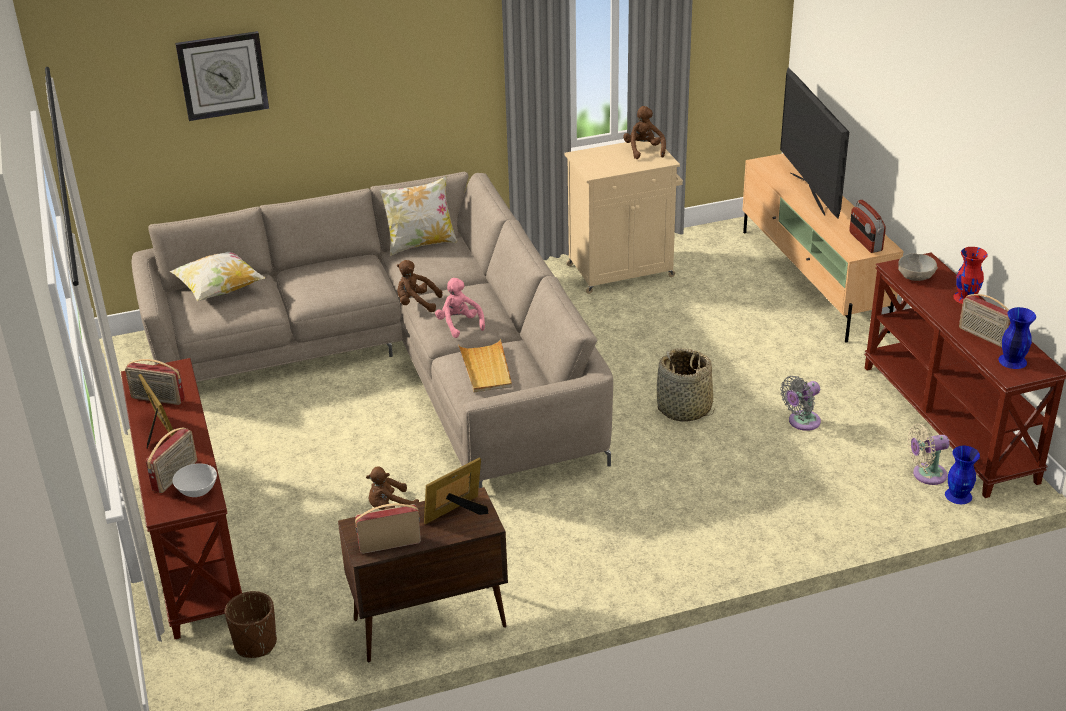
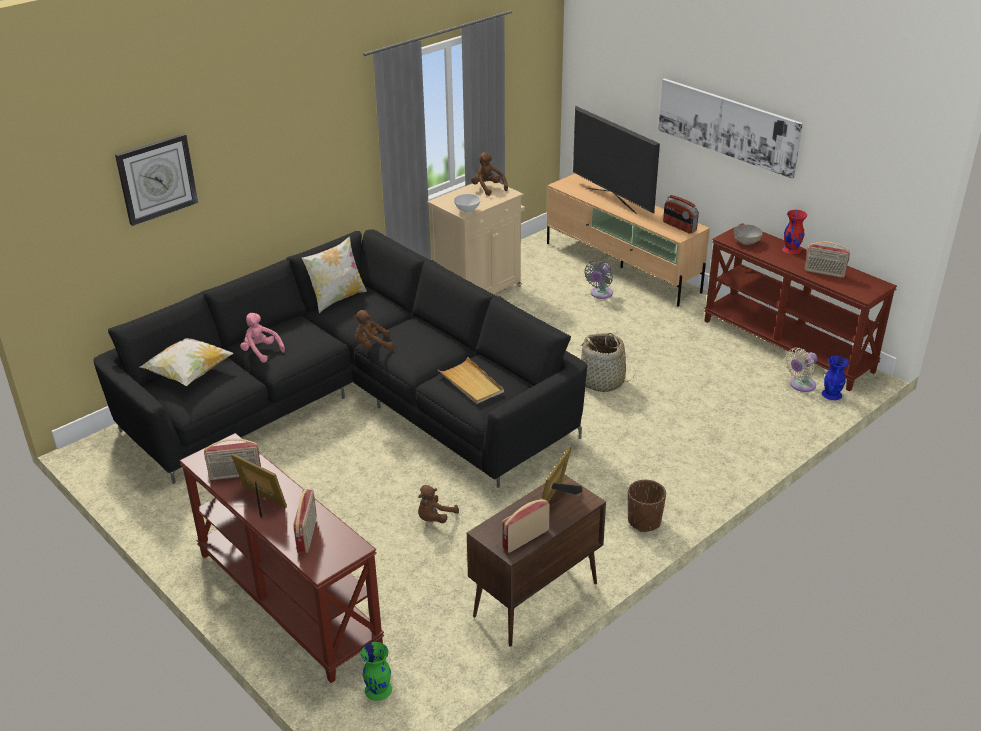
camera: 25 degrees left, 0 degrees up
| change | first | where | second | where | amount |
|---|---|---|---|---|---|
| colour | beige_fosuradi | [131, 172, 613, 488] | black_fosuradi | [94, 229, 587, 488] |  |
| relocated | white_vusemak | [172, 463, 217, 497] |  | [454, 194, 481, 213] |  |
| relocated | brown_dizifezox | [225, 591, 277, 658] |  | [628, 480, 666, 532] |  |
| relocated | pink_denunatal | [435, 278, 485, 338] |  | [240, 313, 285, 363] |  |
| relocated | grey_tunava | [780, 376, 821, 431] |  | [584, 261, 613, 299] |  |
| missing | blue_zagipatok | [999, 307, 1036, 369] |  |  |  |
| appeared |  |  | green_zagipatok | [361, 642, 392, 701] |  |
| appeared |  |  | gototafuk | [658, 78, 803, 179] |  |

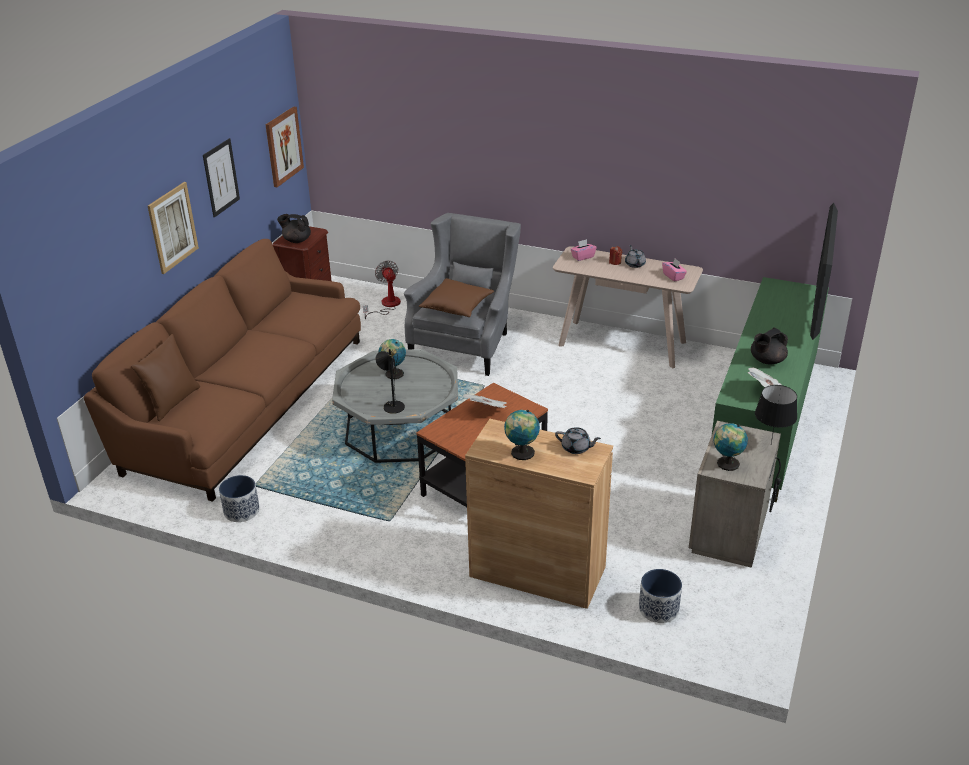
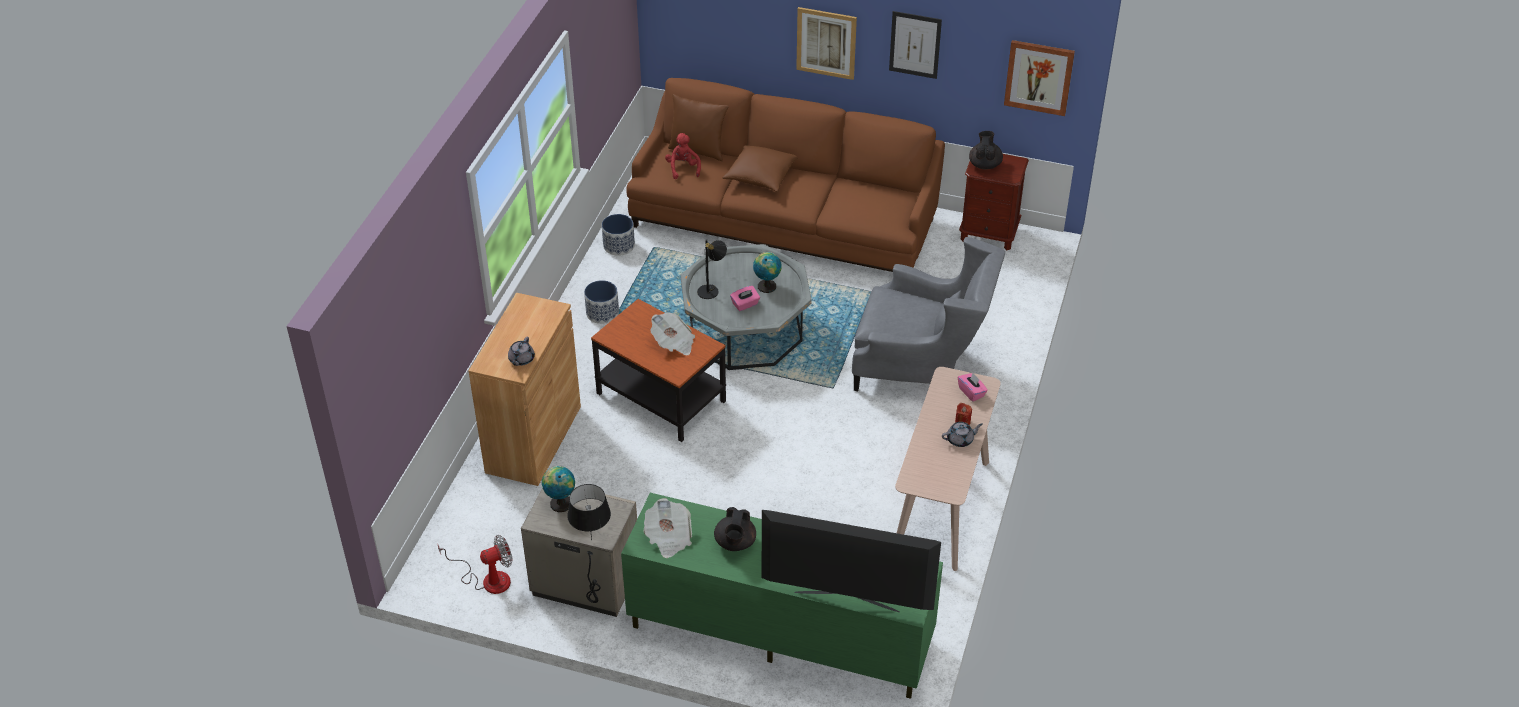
camera: 85 degrees right, 10 degrees up
| change | first | where | second | where | amount |
|---|---|---|---|---|---|
| relocated | tunava | [363, 260, 401, 319] |  | [437, 535, 513, 594] |  |
| relocated | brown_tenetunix | [419, 278, 494, 317] |  | [723, 145, 797, 192] |  |
| missing | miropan | [504, 410, 540, 460] |  |  |  |
| relocated | dizifezox | [639, 569, 682, 623] |  | [584, 280, 619, 324] |  |
| relocated | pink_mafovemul | [662, 259, 687, 282] |  | [730, 286, 760, 311] |  |
| spun | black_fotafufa | [751, 327, 788, 364] |  | [714, 507, 756, 551] | 135 degrees counterclockwise |
| appeared |  |  | red_denunatal | [665, 133, 701, 179] |  |

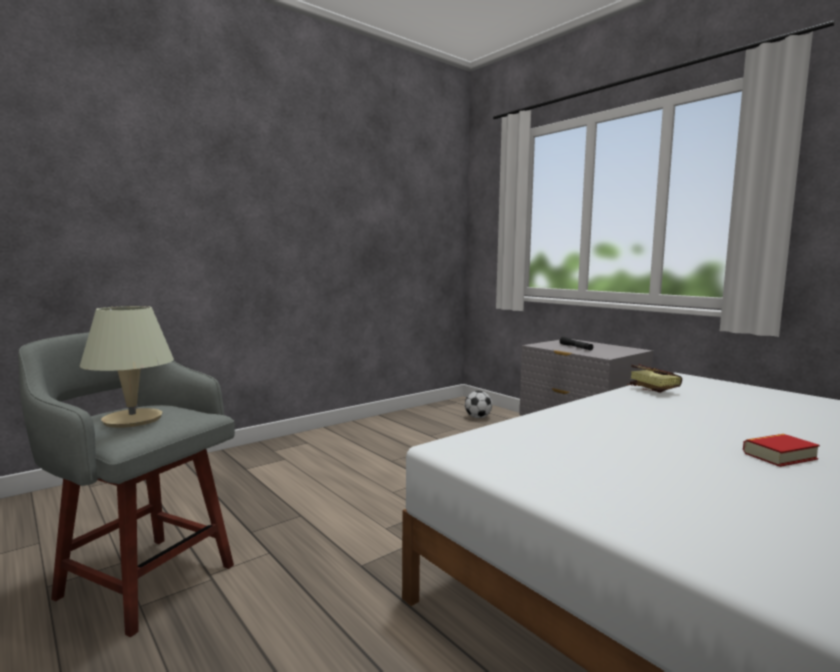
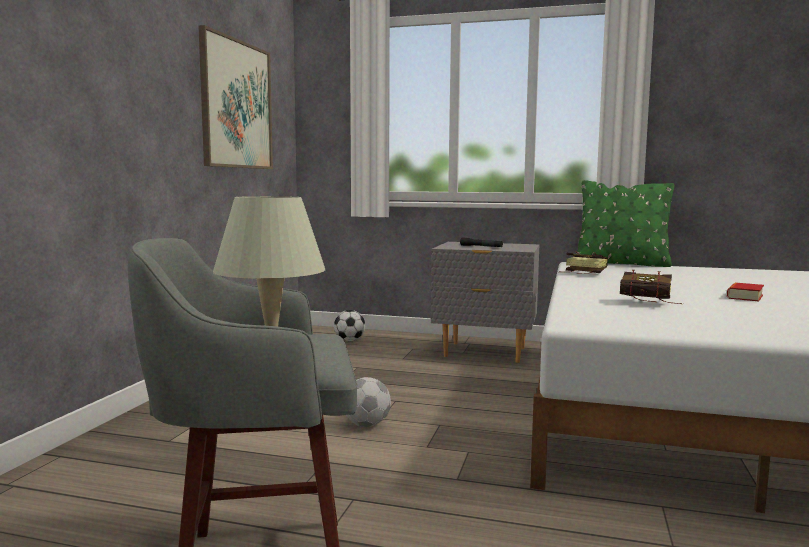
camera: 35 degrees left, 0 degrees up
| change | first | where | second | where | amount |
|---|---|---|---|---|---|
| appeared |  |  | gototafuk | [199, 25, 273, 169] |  |
| appeared |  |  | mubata | [346, 377, 391, 427] |  |
| appeared |  |  | green_tenetunix | [577, 180, 675, 267] |  |
| appeared |  |  | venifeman | [620, 270, 683, 304] |  |

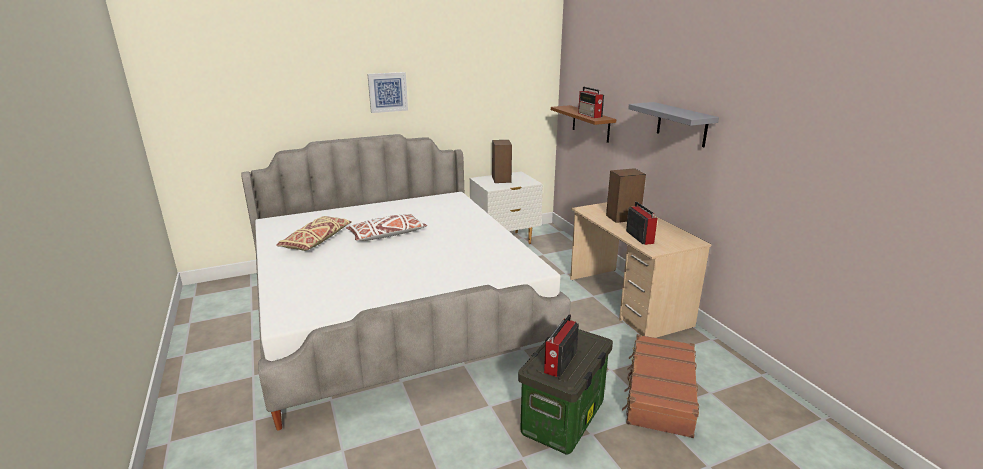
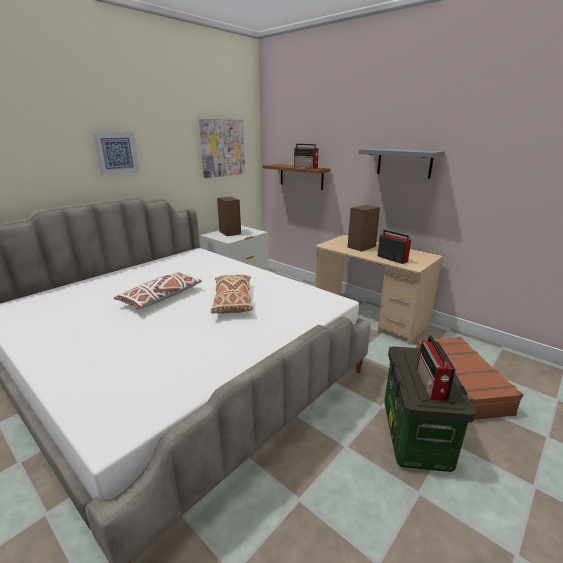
camera: 25 degrees left, 0 degrees up
| change | first | where | second | where | amount |
|---|---|---|---|---|---|
| relocated | beige_tenetunix | [276, 216, 352, 251] |  | [211, 275, 253, 314] |  |
| appeared |  |  | gototafuk | [199, 119, 246, 178] |  |

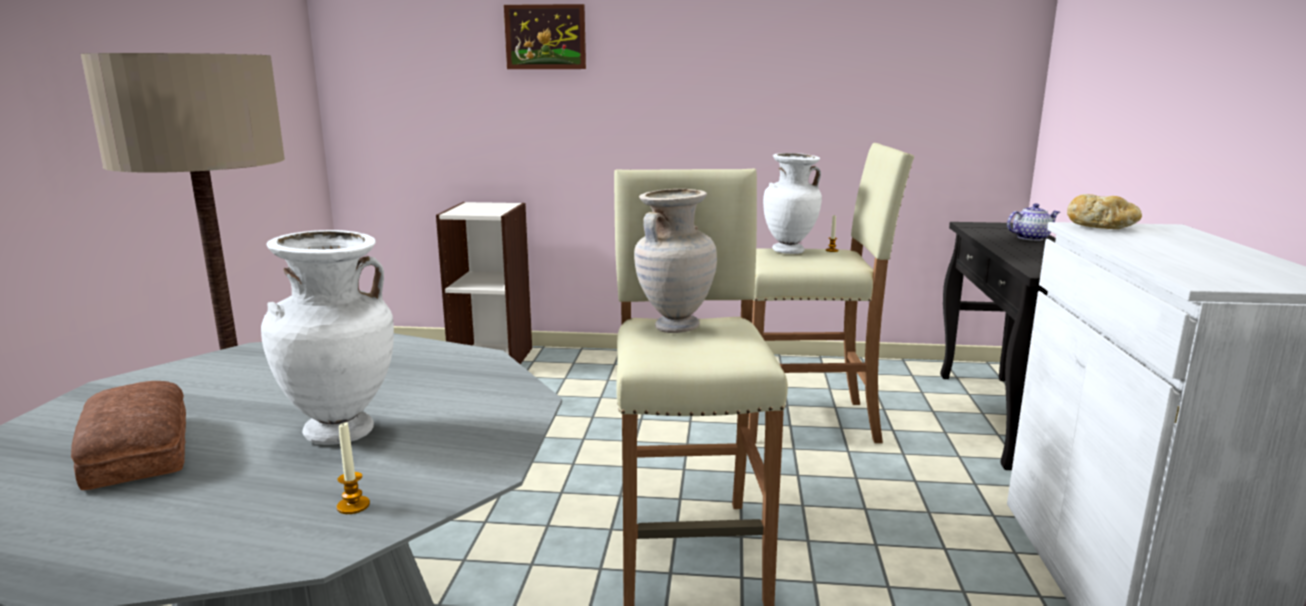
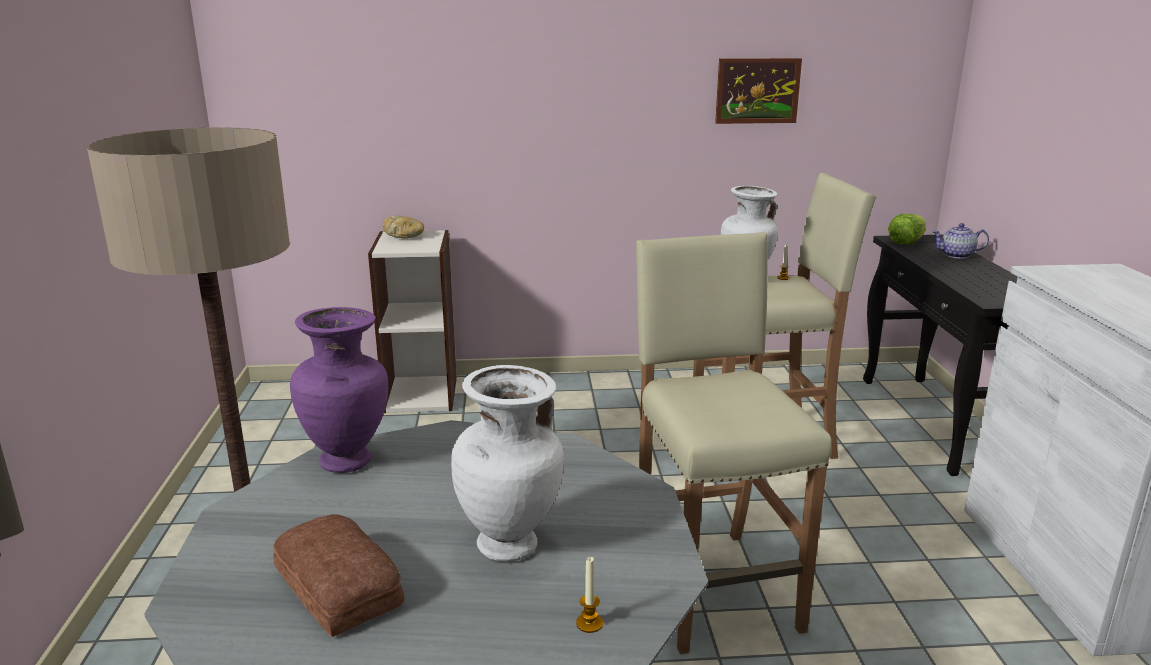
camera: 10 degrees left, 5 degrees up
| change | first | where | second | where | amount |
|---|---|---|---|---|---|
| relocated | gototafuk | [504, 4, 586, 69] |  | [715, 58, 802, 124] |  |
| missing | beige_zagipatok | [634, 189, 717, 333] |  |  |  |
| spun | fotafufa | [1007, 203, 1060, 241] |  | [932, 223, 989, 259] | 150 degrees counterclockwise |
| relocated | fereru | [1067, 194, 1142, 229] |  | [382, 216, 424, 239] |  |
| appeared |  |  | purple_zagipatok | [290, 307, 388, 473] |  |
| appeared |  |  | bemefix | [888, 214, 926, 245] |  |

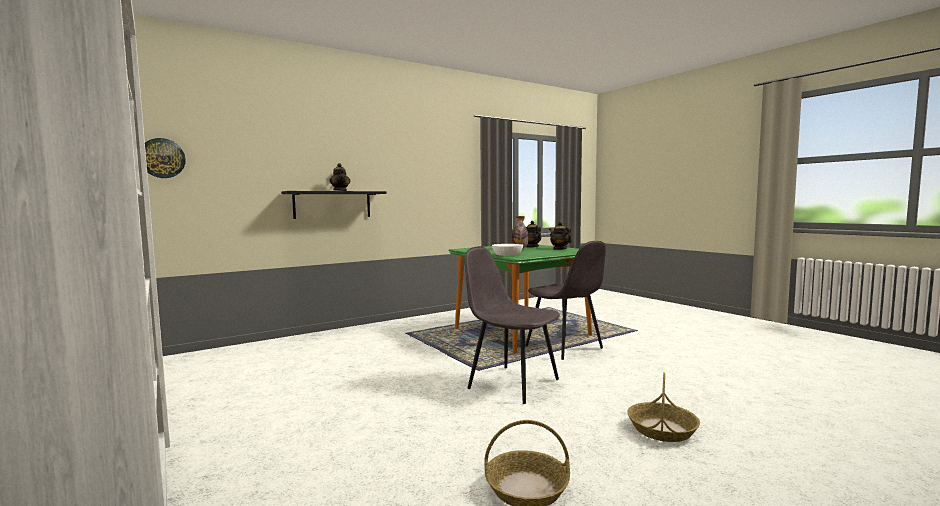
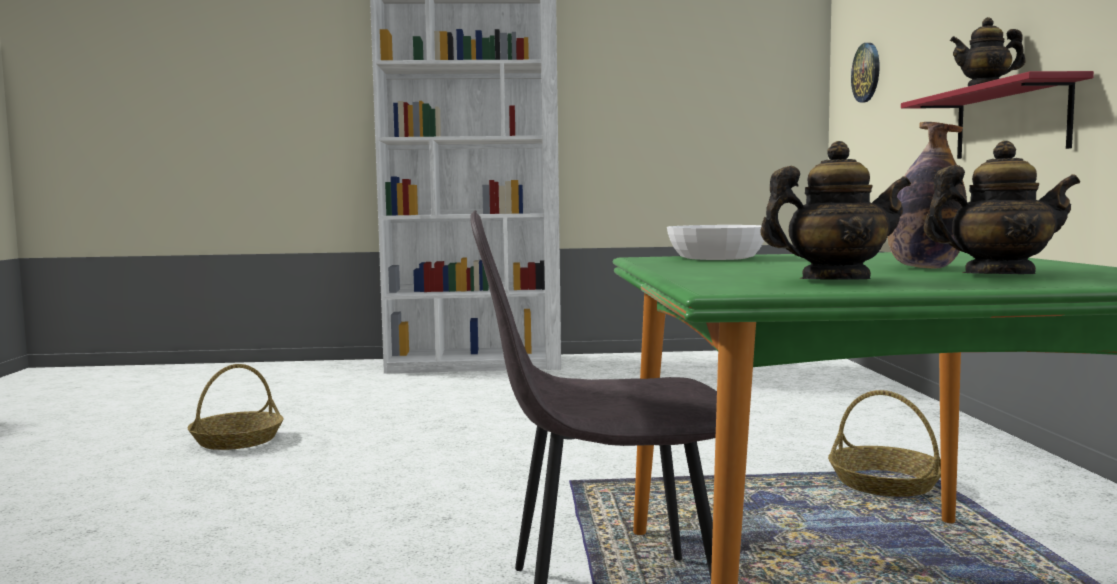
camera: 120 degrees right, 0 degrees up
| change | first | where | second | where | amount |
|---|---|---|---|---|---|
| colour | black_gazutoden | [281, 191, 387, 219] | red_gazutoden | [901, 71, 1094, 159] |  |
| missing | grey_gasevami | [465, 246, 560, 404] |  |  |  |
| relocated | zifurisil | [627, 372, 700, 442] |  | [828, 390, 941, 497] |  |

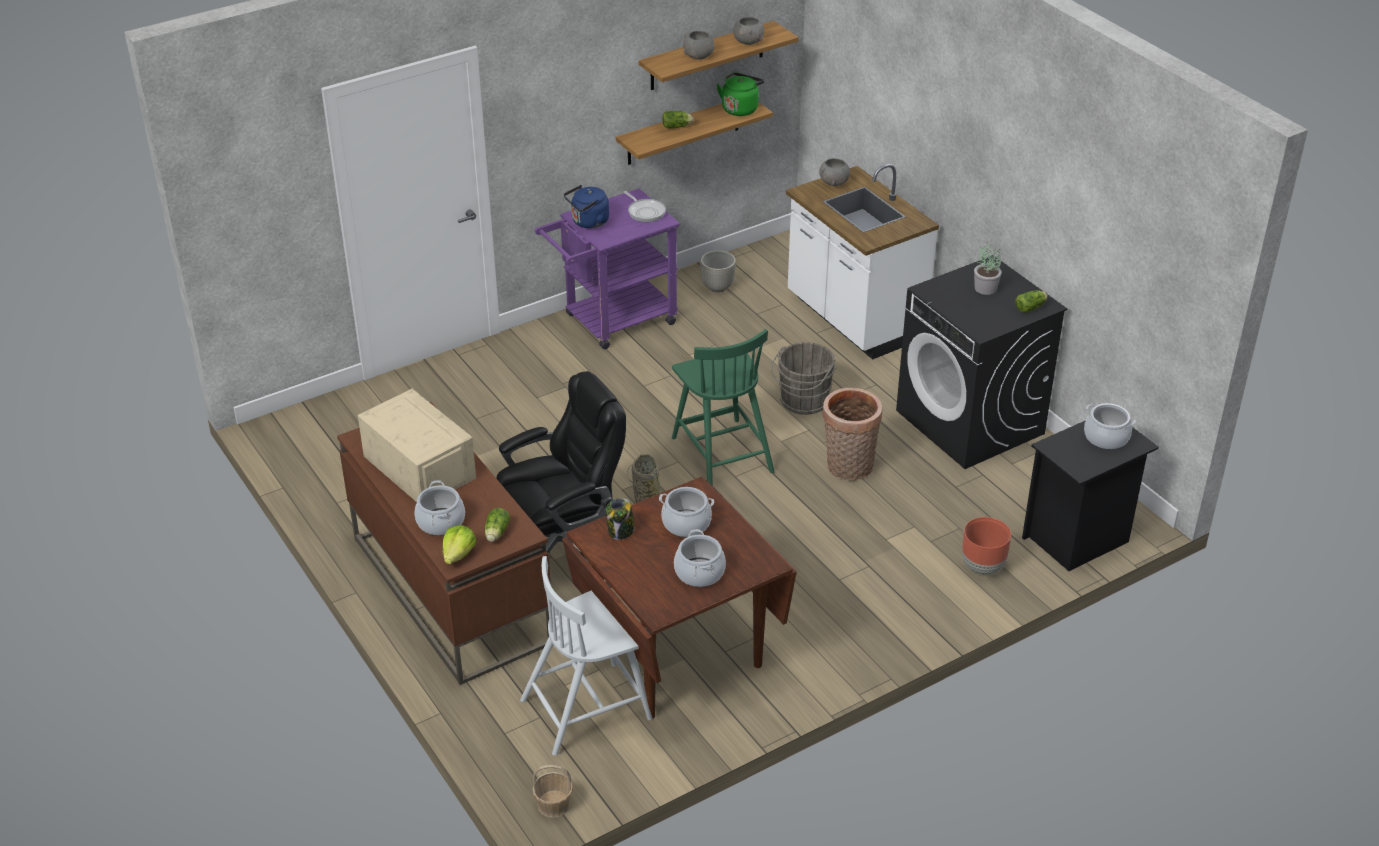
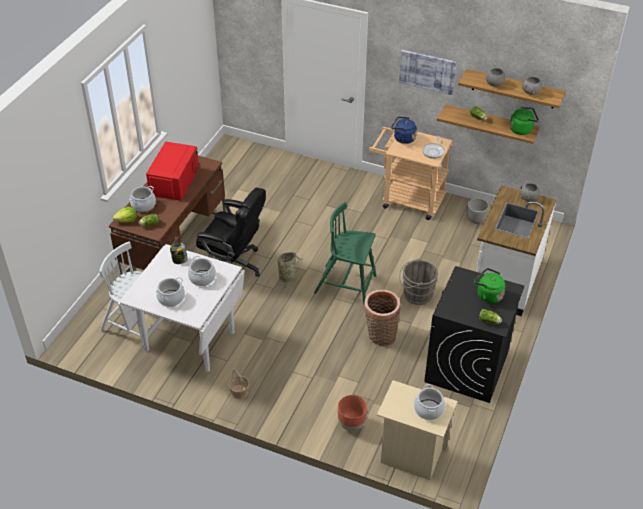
camera: 55 degrees right, 5 degrees up
| change | first | where | second | where | amount |
|---|---|---|---|---|---|
| colour | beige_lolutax | [358, 389, 476, 502] | red_lolutax | [146, 142, 199, 201] |  |
| relocated | zifurisil | [532, 765, 573, 818] |  | [228, 370, 249, 399] |  |
| colour | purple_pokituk | [535, 189, 681, 349] | beige_pokituk | [369, 127, 453, 220] |  |
| colour | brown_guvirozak | [562, 477, 797, 719] | white_guvirozak | [118, 244, 245, 372] |  |
| spun | green_gasevami | [672, 329, 775, 486] |  | [314, 202, 376, 305] | 75 degrees clockwise |
| exchanged | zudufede | [974, 242, 1002, 295] | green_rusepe | [474, 268, 506, 304] |  |
| colour | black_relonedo | [1022, 420, 1159, 571] | beige_relonedo | [377, 380, 458, 480] |  |
| appeared |  |  | gototafuk | [399, 50, 456, 95] |  |

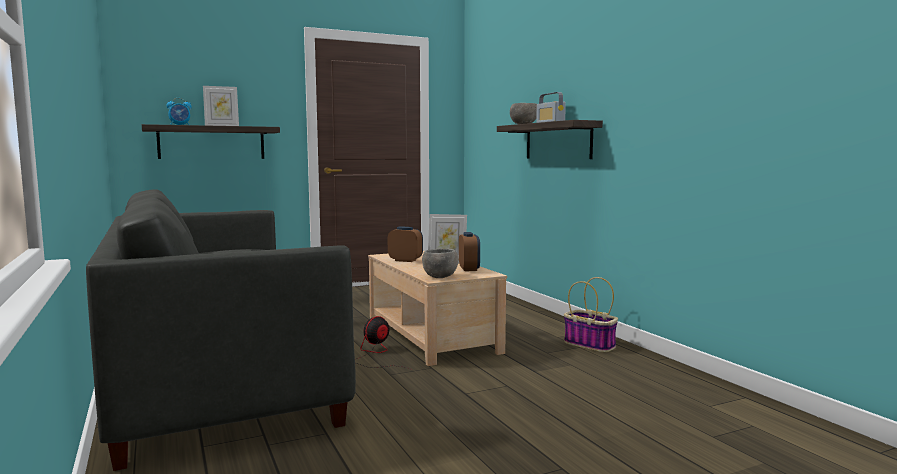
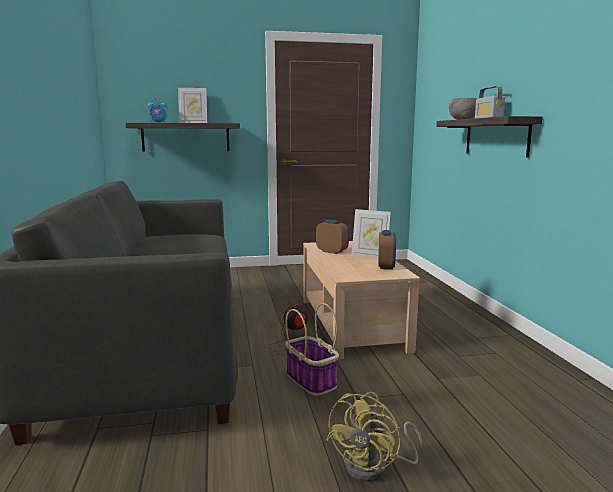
camera: 15 degrees right, 5 degrees up
| change | first | where | second | where | amount |
|---|---|---|---|---|---|
| missing | grey_vusemak | [422, 249, 459, 278] |  |  |  |
| relocated | zifurisil | [564, 277, 618, 352] |  | [285, 303, 339, 396] |  |
| appeared |  |  | yellow_tunava | [326, 392, 422, 482] |  |

